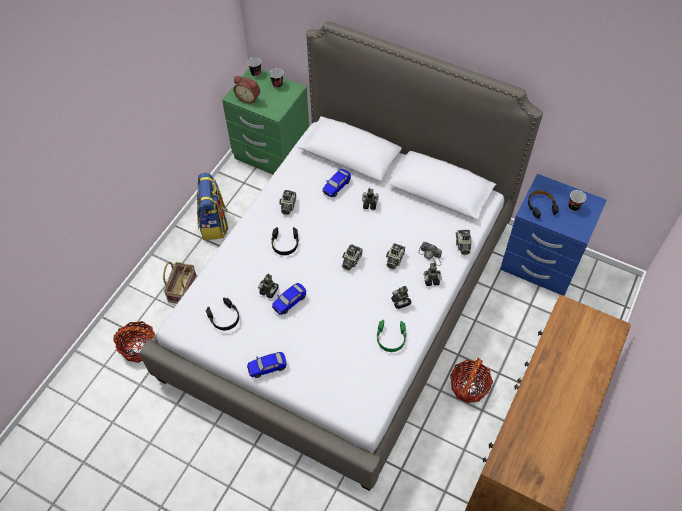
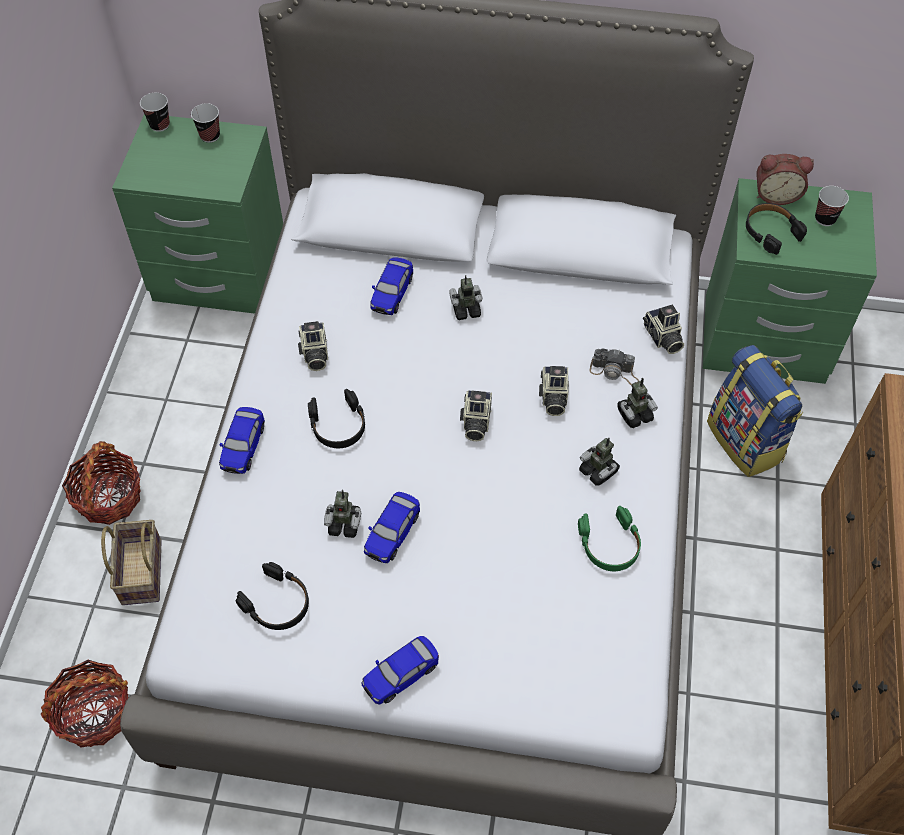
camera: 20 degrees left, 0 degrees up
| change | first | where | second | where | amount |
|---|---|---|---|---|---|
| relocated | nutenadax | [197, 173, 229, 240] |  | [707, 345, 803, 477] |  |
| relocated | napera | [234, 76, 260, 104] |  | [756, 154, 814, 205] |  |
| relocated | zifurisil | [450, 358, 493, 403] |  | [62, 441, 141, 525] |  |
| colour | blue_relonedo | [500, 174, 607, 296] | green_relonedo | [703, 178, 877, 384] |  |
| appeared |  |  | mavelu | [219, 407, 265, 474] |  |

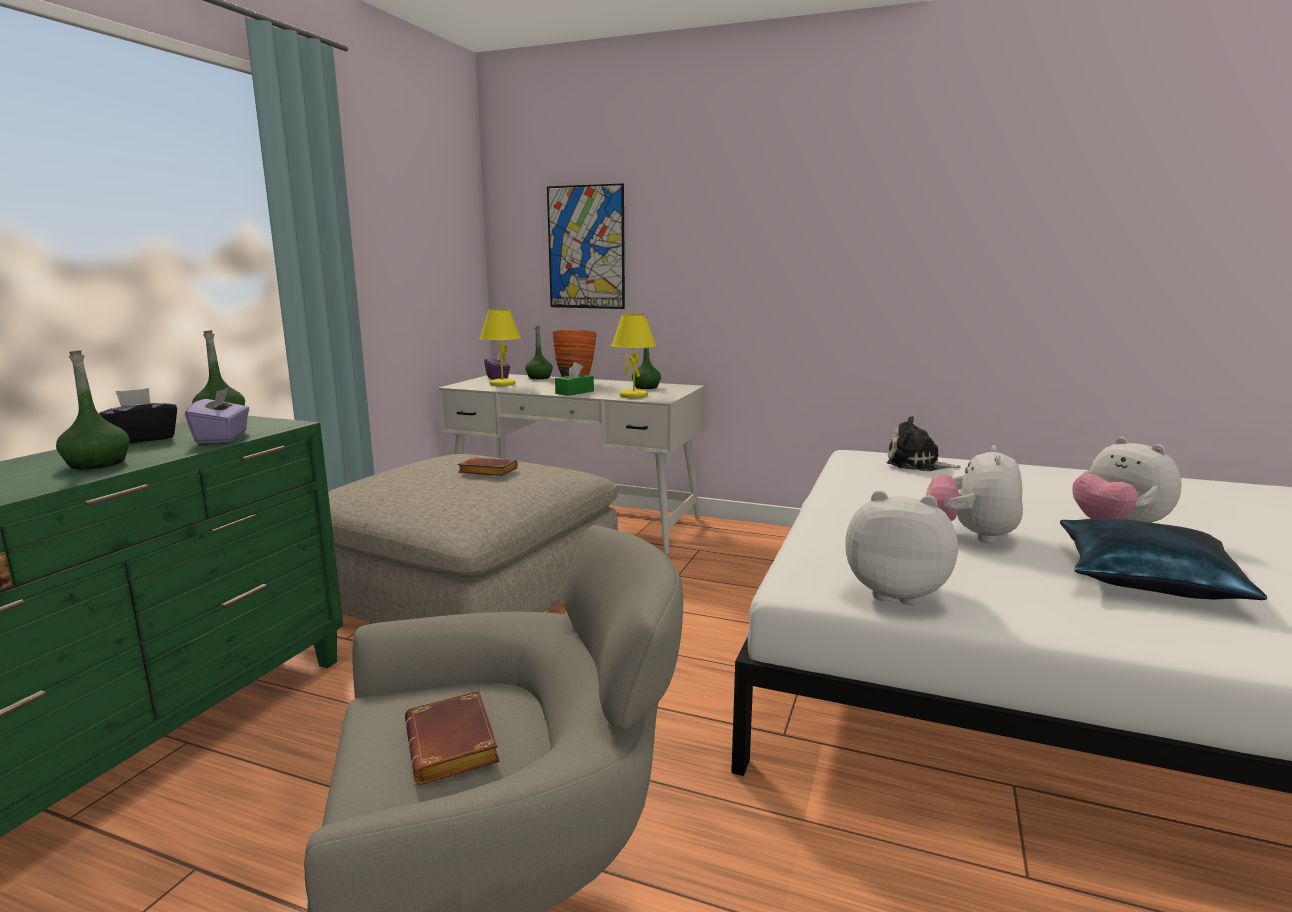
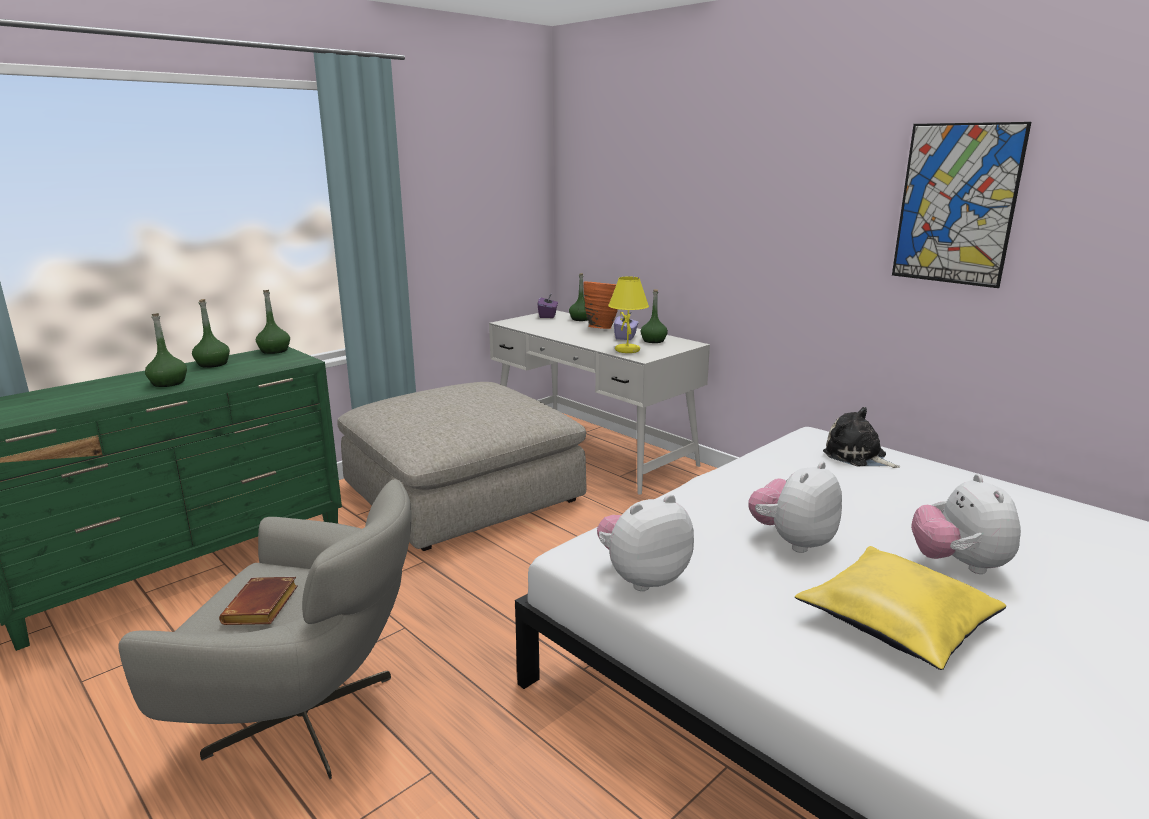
camera: 25 degrees right, 5 degrees up
| change | first | where | second | where | amount |
|---|---|---|---|---|---|
| exchanged | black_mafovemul | [99, 388, 177, 444] | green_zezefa | [192, 299, 230, 368] |  |
| relocated | purple_mafovemul | [185, 387, 249, 443] |  | [614, 312, 639, 340] |  |
| missing | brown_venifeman | [458, 457, 518, 476] |  |  |  |
| missing | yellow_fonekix | [479, 309, 521, 386] |  |  |  |
| relocated | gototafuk | [547, 183, 625, 309] |  | [892, 122, 1031, 288] |  |
| missing | green_mafovemul | [555, 362, 594, 396] |  |  |  |
| spun | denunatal | [845, 490, 958, 605] |  | [597, 494, 694, 591] | 75 degrees counterclockwise |
| colour | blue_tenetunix | [1060, 518, 1267, 600] | yellow_tenetunix | [795, 546, 1007, 670] |  |

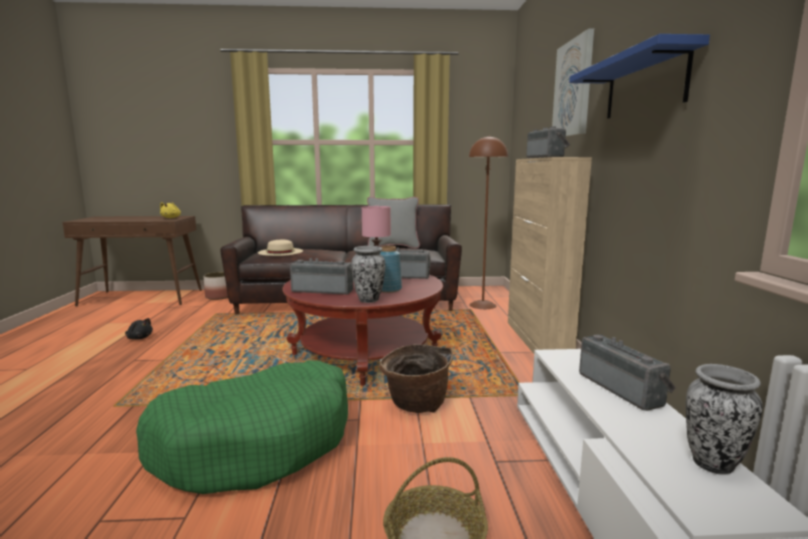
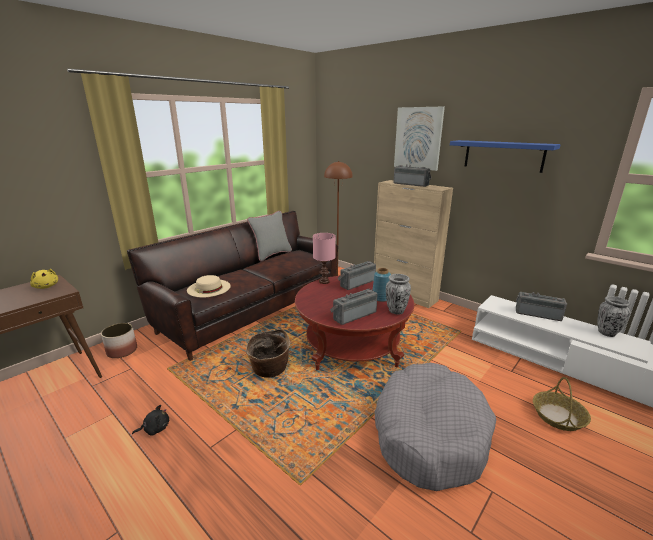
camera: 45 degrees left, 10 degrees up
| change | first | where | second | where | amount |
|---|---|---|---|---|---|
| colour | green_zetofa | [136, 360, 348, 494] | grey_zetofa | [374, 363, 496, 491] |  |
| relocated | zifurisil | [379, 344, 453, 413] |  | [246, 329, 290, 378] |  |

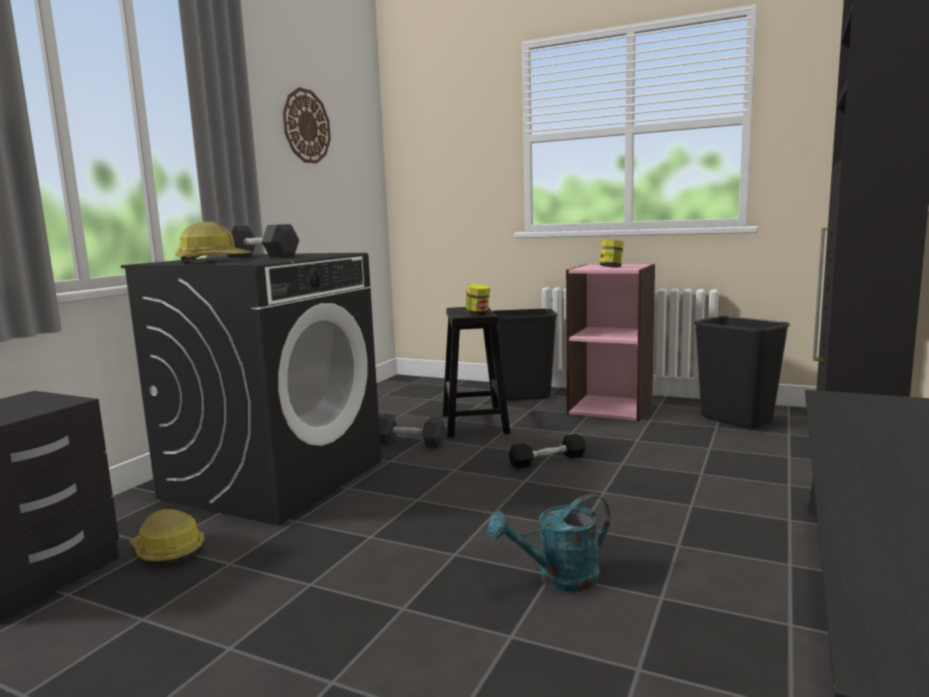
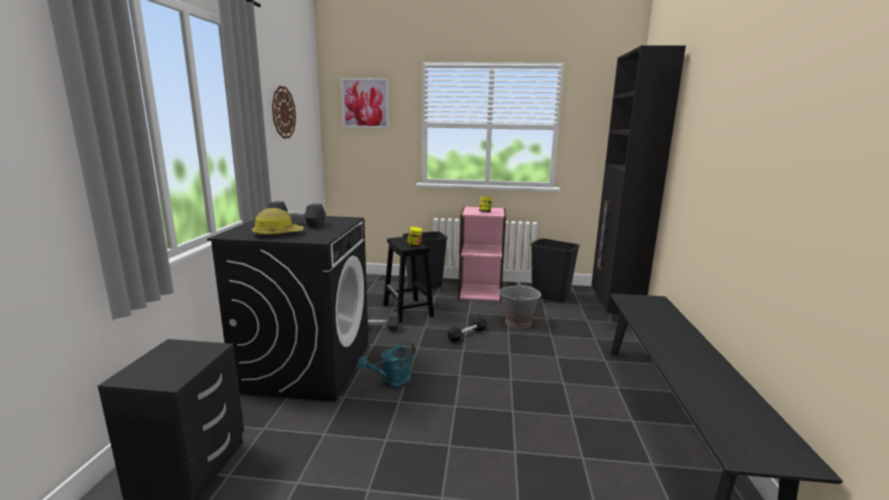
camera: 20 degrees left, 5 degrees up
| change | first | where | second | where | amount |
|---|---|---|---|---|---|
| missing | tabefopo | [130, 509, 204, 564] |  |  |  |
| relocated | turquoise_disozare | [487, 494, 610, 591] |  | [357, 341, 415, 389] |  |
| appeared |  |  | gototafuk | [341, 78, 389, 128] |  |
| appeared |  |  | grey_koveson | [498, 282, 541, 329] |  |

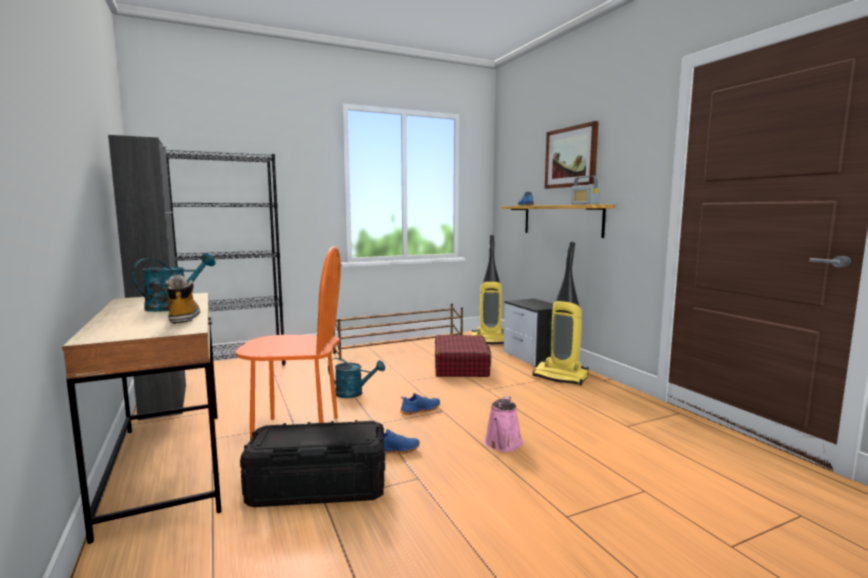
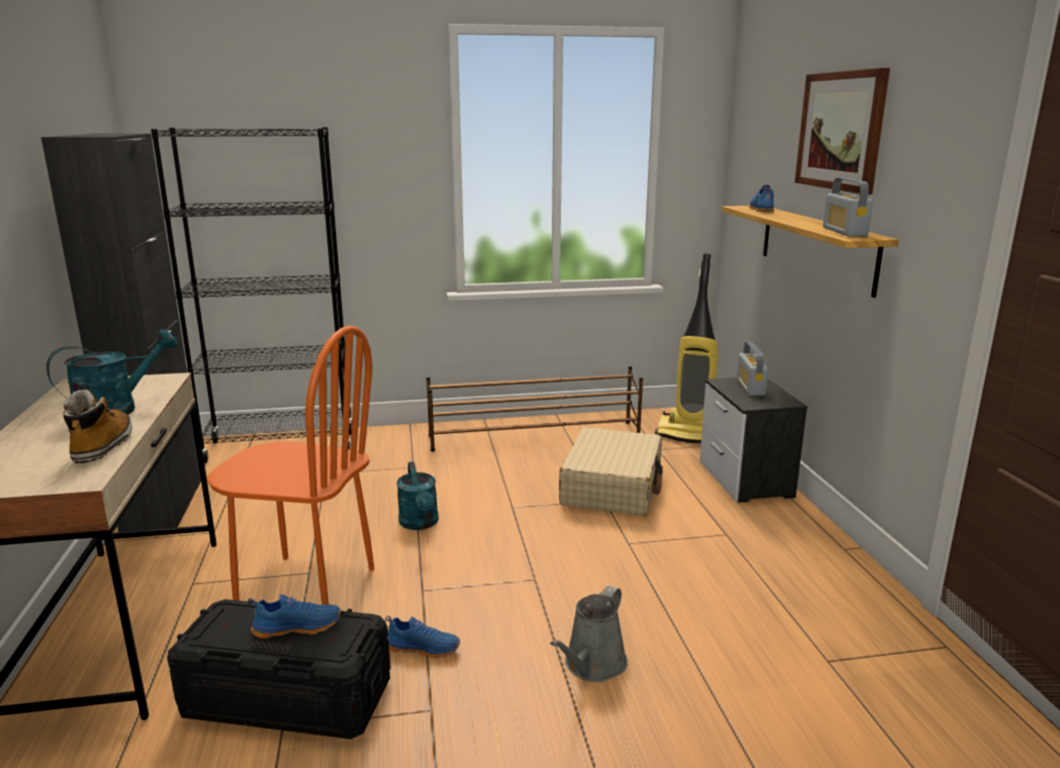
camera: 15 degrees right, 10 degrees up
| change | first | where | second | where | amount |
|---|---|---|---|---|---|
| spun | turquoise_disozare | [328, 358, 385, 398] |  | [396, 462, 439, 530] | 45 degrees clockwise |
| relocated | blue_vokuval | [400, 393, 440, 415] |  | [250, 594, 341, 638] |  |
| colour | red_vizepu | [435, 335, 491, 377] | beige_vizepu | [559, 427, 663, 516] |  |
| colour | pink_disozare | [484, 396, 523, 452] | grey_disozare | [550, 586, 628, 682] |  |
| missing | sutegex | [533, 242, 589, 385] |  |  |  |
| appeared |  |  | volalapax | [737, 342, 768, 396] |  |

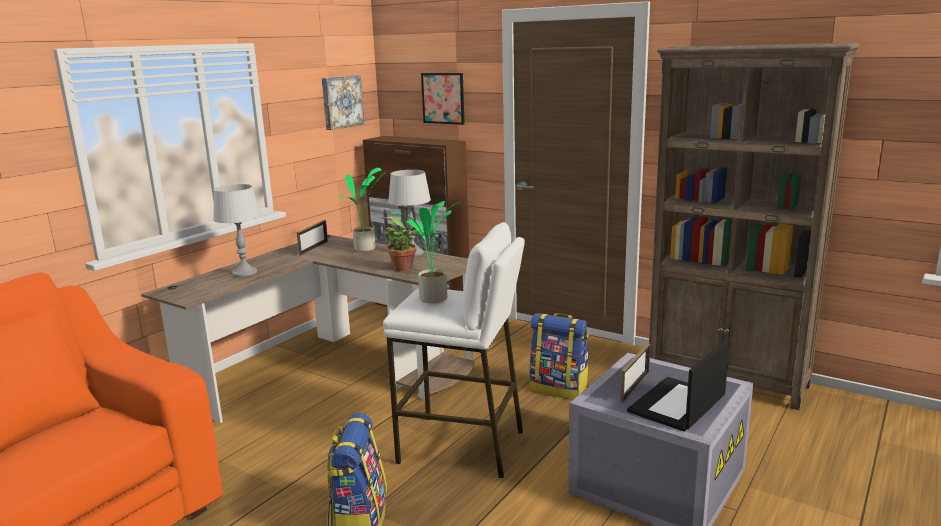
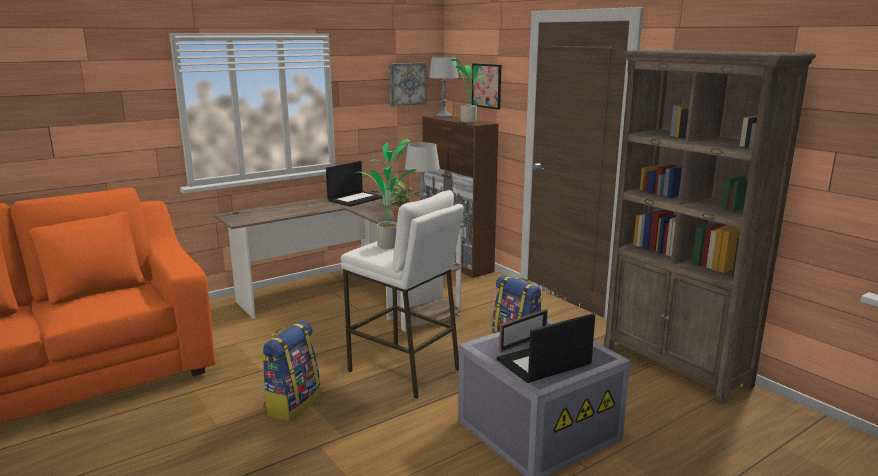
camera: 20 degrees right, 0 degrees up
| change | first | where | second | where | amount |
|---|---|---|---|---|---|
| relocated | grey_fonekix | [213, 184, 261, 277] |  | [429, 57, 459, 118] |  |
| exchanged | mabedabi | [297, 220, 328, 256] | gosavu | [326, 161, 383, 207] |  |
| appeared |  |  | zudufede | [450, 59, 484, 123] |  |

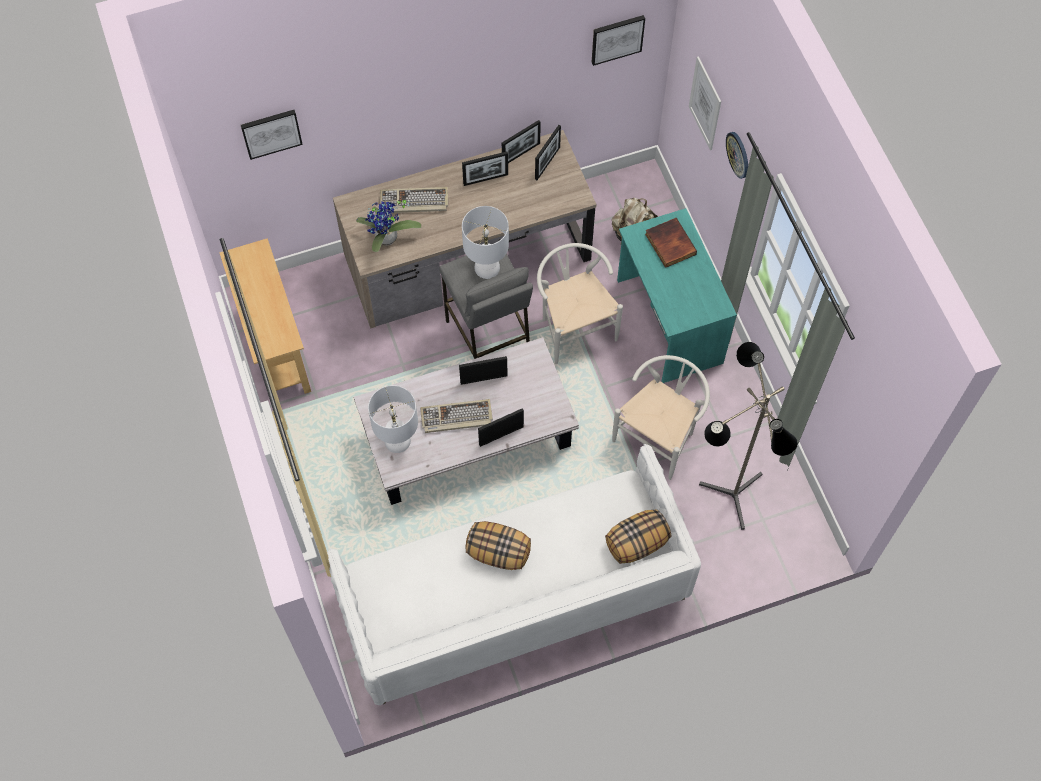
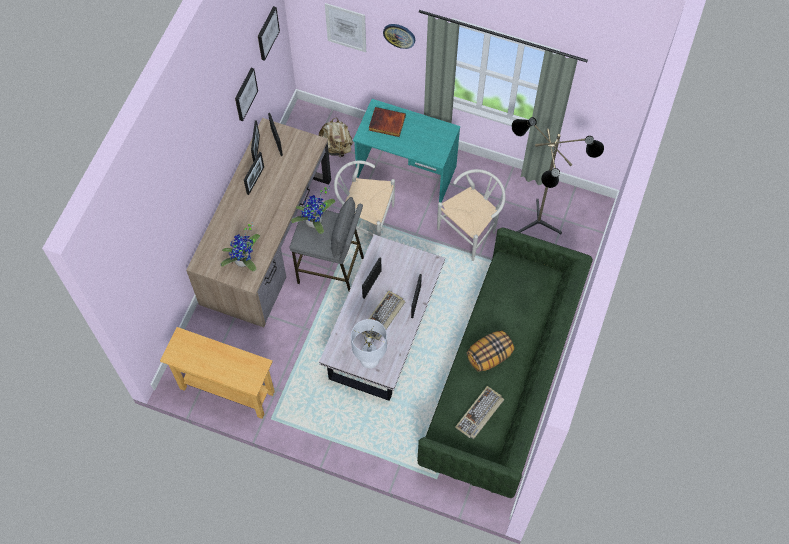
camera: 50 degrees left, 0 degrees up
| change | first | where | second | where | amount |
|---|---|---|---|---|---|
| relocated | gototafuk | [241, 110, 303, 160] |  | [235, 68, 258, 121] |  |
| colour | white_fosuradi | [327, 444, 701, 705] | green_fosuradi | [417, 228, 593, 498] |  |
| relocated | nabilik | [380, 187, 448, 213] |  | [455, 386, 504, 439] |  |
| exchanged | white_fonekix | [462, 206, 509, 279] | zudufede | [291, 186, 336, 234] |  |
| missing | tenetunix | [605, 509, 671, 564] |  |  |  |
| spun | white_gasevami | [612, 355, 710, 480] |  | [437, 169, 506, 261] | 60 degrees clockwise |

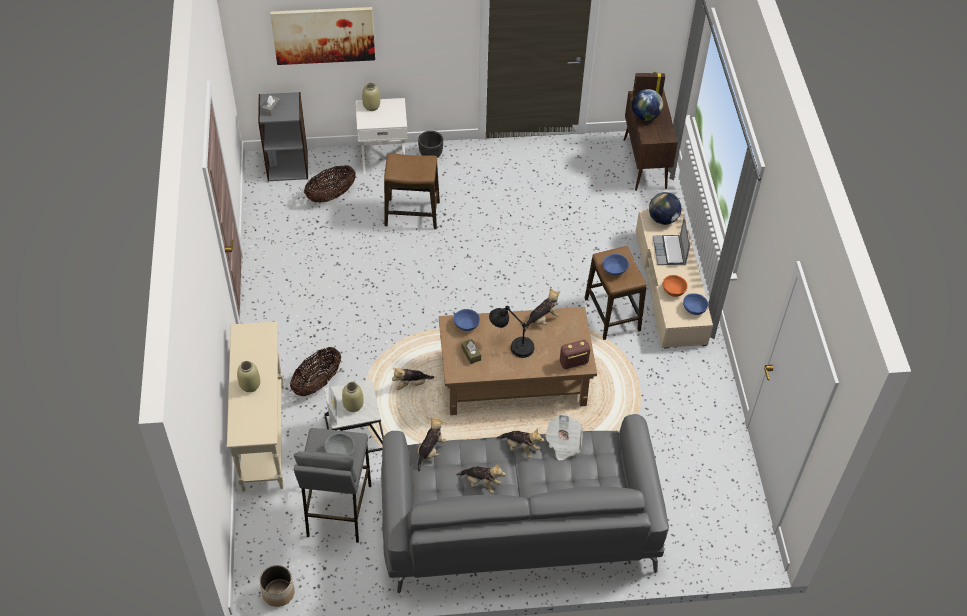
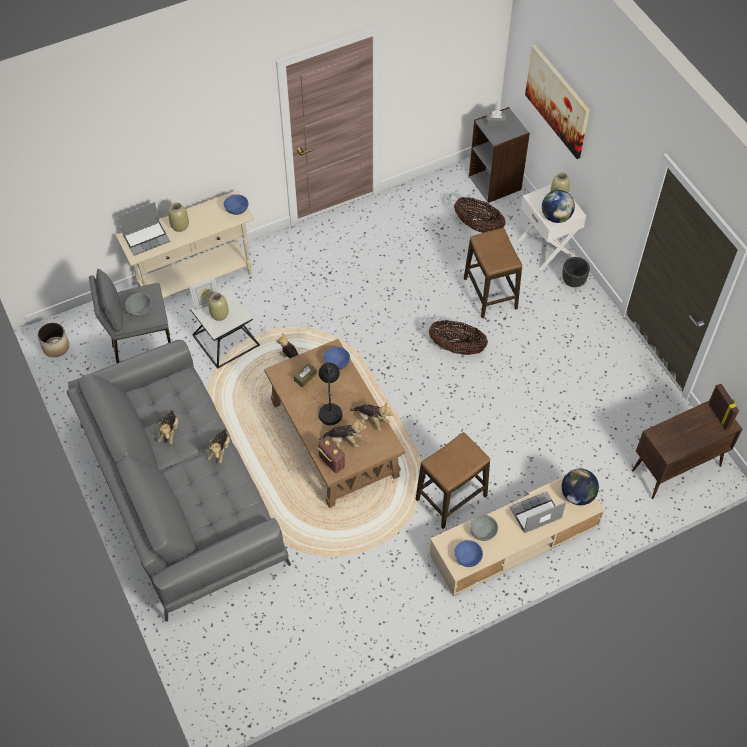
camera: 70 degrees right, 5 degrees up
| change | first | where | second | where | amount |
|---|---|---|---|---|---|
| relocated | zifurisil | [290, 347, 341, 396] |  | [429, 320, 488, 355] |  |
| relocated | denunatal | [418, 417, 446, 471] |  | [319, 418, 367, 447] |  |
| missing | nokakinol | [545, 414, 583, 461] |  |  |  |
| relocated | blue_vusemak | [602, 254, 629, 276] |  | [223, 194, 248, 215] |  |
| relocated | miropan | [632, 89, 663, 121] |  | [542, 190, 575, 223] |  |
| colour | orange_vusemak | [663, 275, 688, 297] | grey_vusemak | [470, 515, 498, 541] |  |
| appeared |  |  | gosavu | [118, 202, 170, 256] |  |

